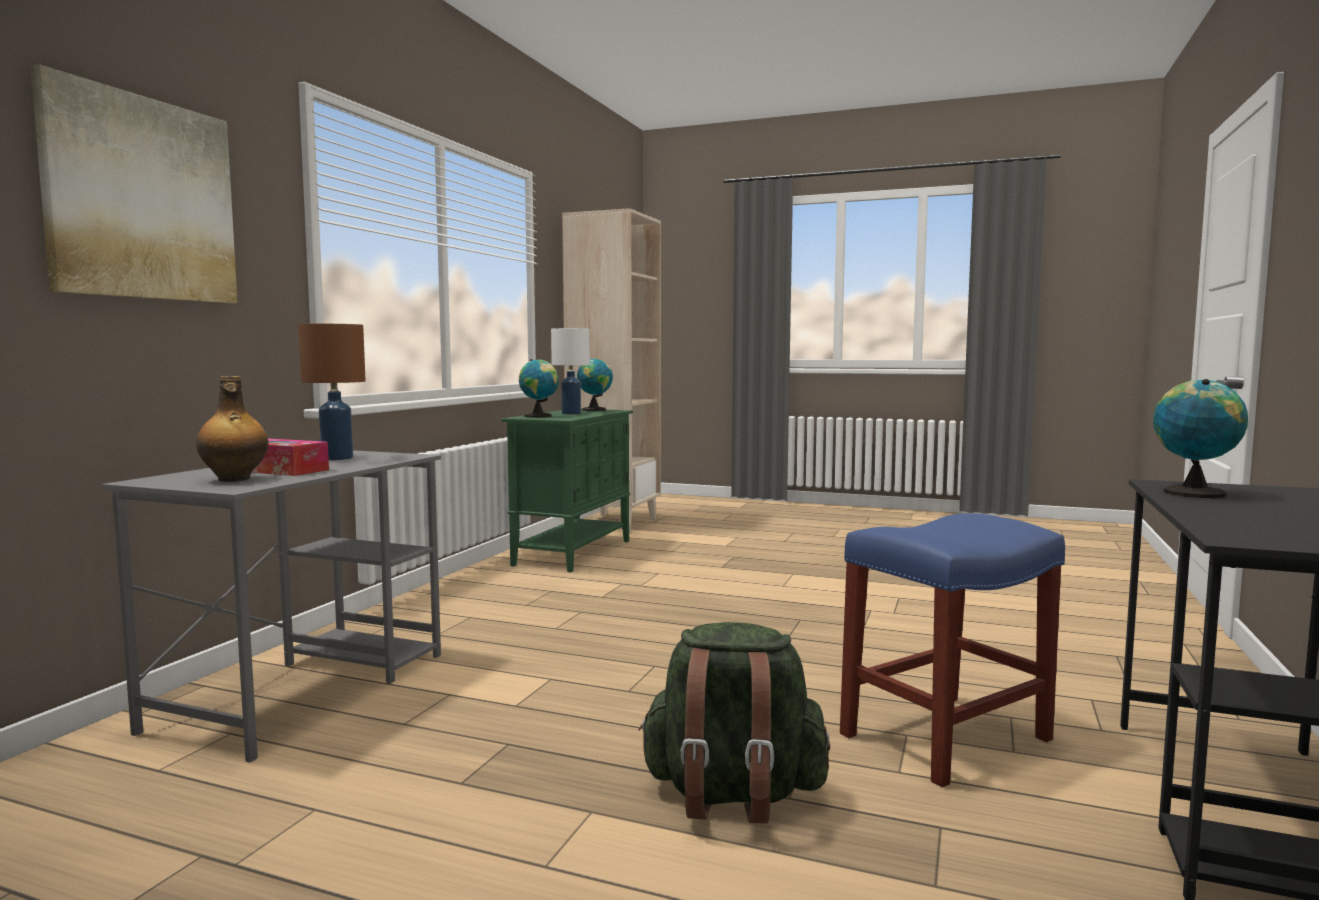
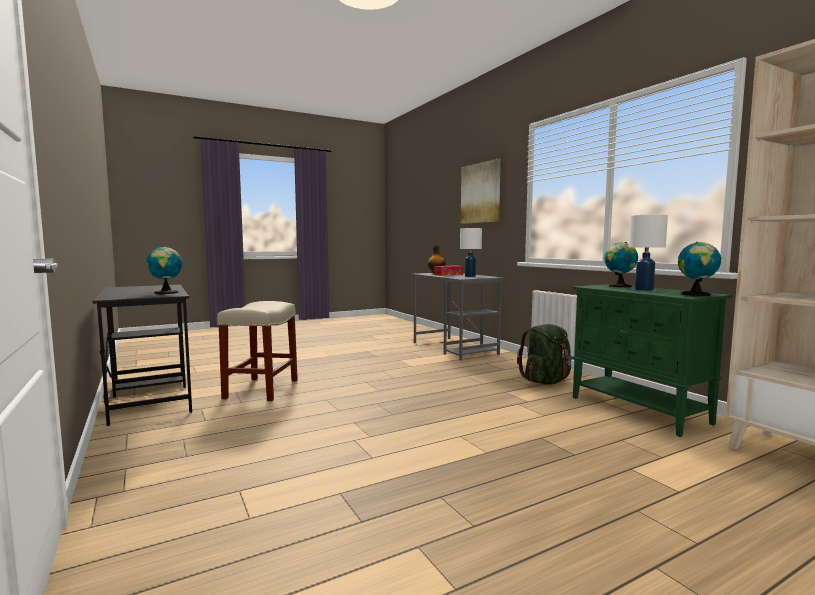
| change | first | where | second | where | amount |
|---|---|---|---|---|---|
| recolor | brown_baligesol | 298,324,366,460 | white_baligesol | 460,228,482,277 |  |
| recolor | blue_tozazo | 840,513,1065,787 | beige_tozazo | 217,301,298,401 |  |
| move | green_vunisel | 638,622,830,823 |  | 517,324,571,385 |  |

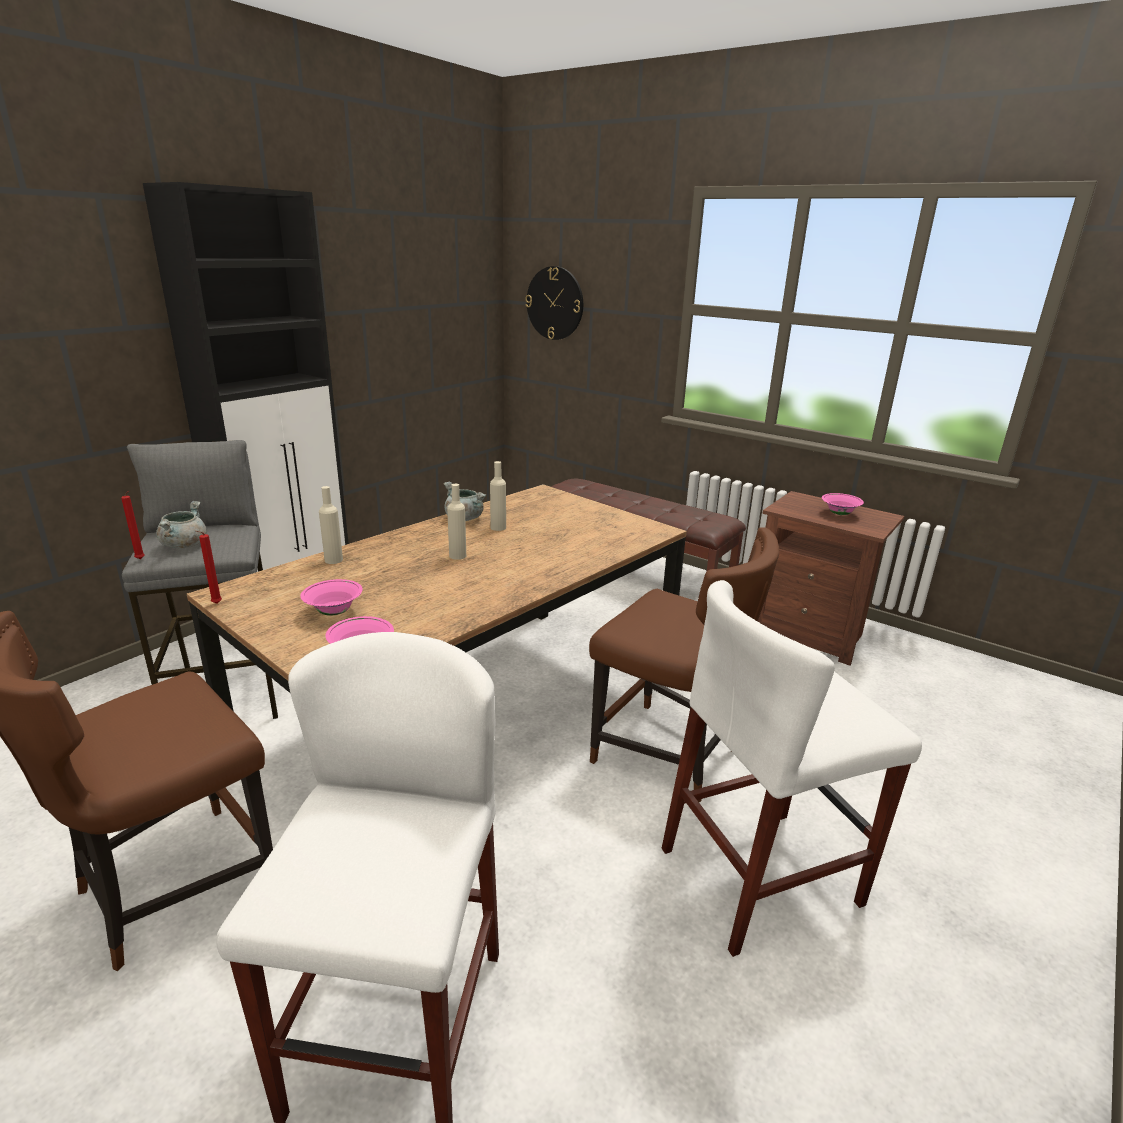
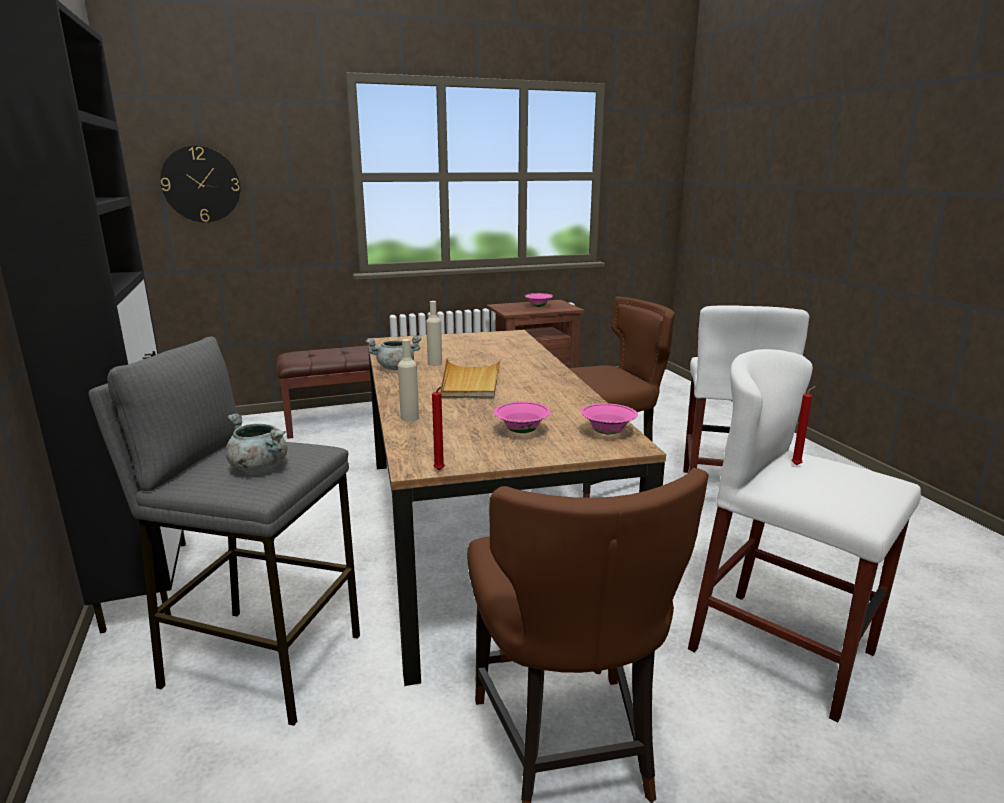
| change | first | where | second | where | amount |
|---|---|---|---|---|---|
| replace | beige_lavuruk | 447,484,466,560 | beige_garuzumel | 440,358,501,399 |  |
| move | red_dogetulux | 121,491,144,559 |  | 791,386,816,465 |  |

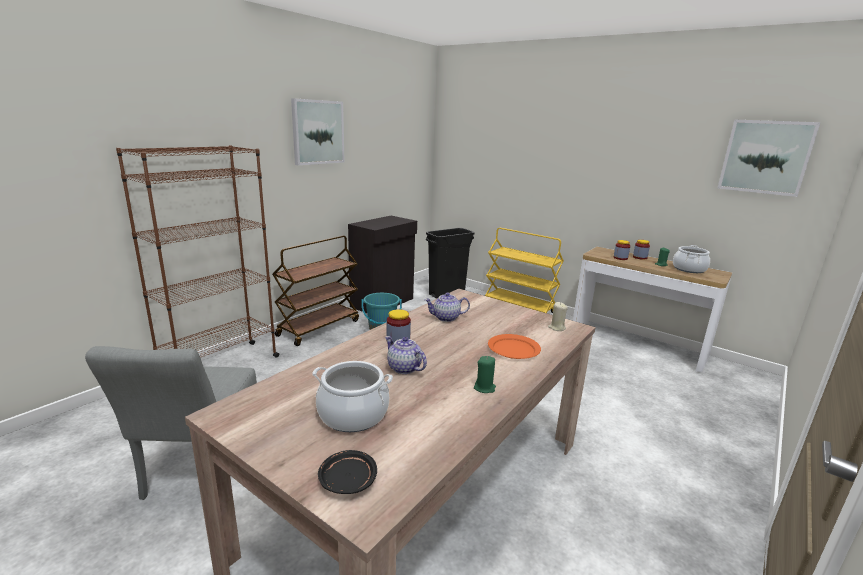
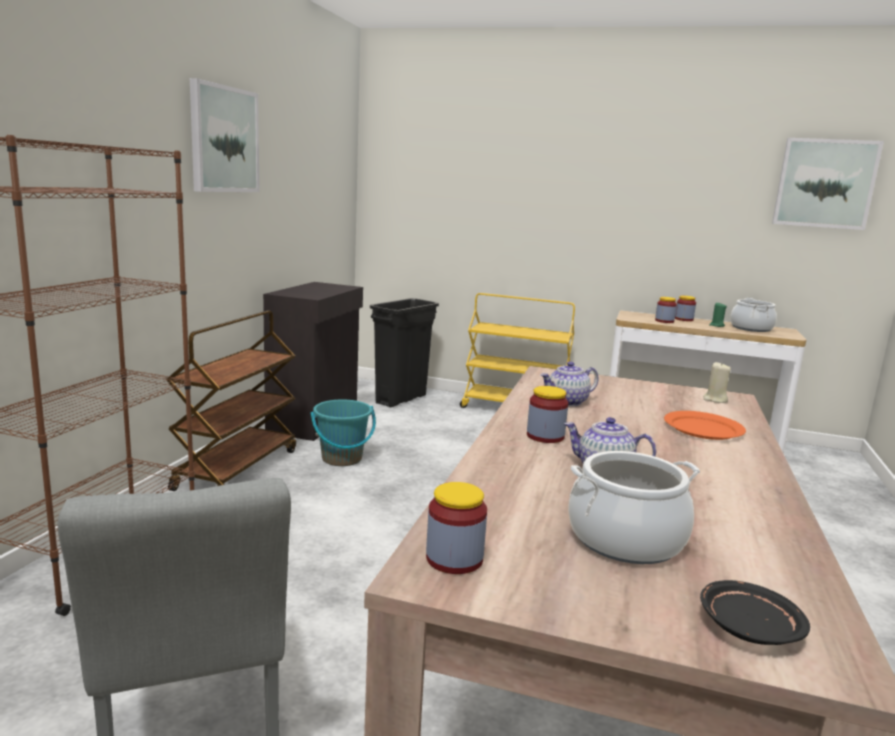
| change | first | where | second | where | amount |
|---|---|---|---|---|---|
| delete | green_dogetulux | 474,356,496,393 |  |  |  |
| insert |  |  | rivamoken | 426,482,487,574 |  |

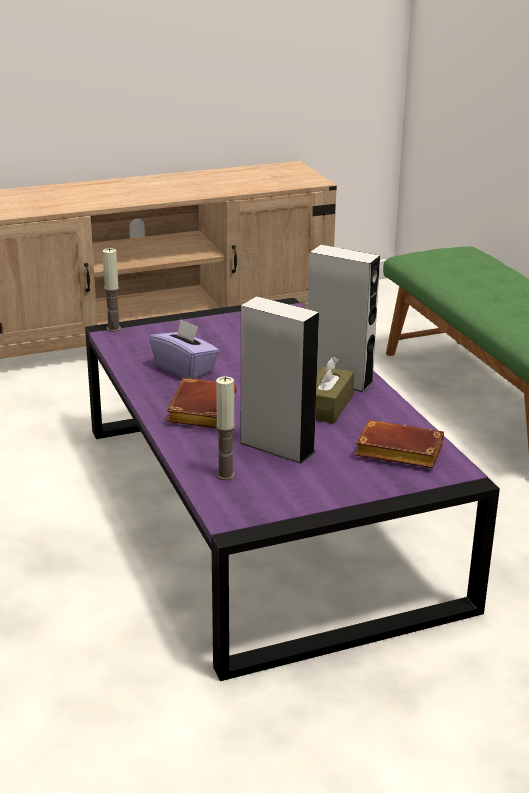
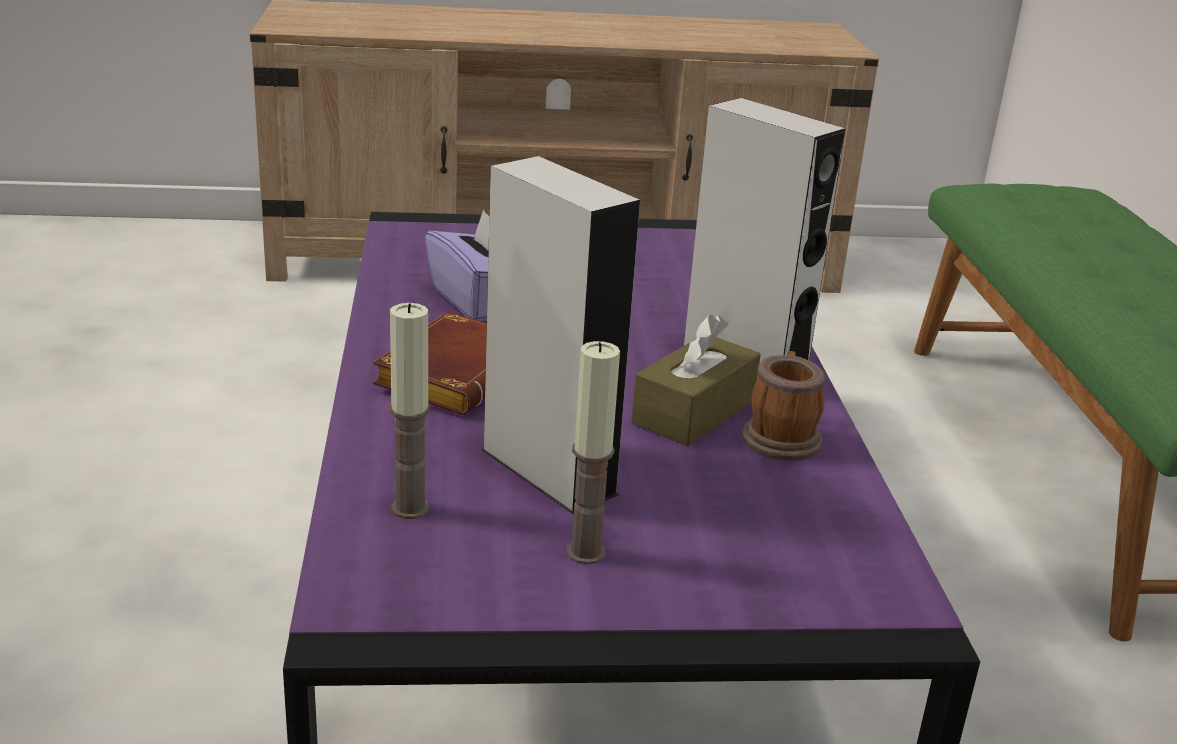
| change | first | where | second | where | amount |
|---|---|---|---|---|---|
| move | dogetulux | 103,248,121,332 |  | 566,341,620,565 |  |
| delete | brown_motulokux | 355,420,444,468 |  |  |  |
| insert |  |  | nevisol | 742,351,825,461 |  |

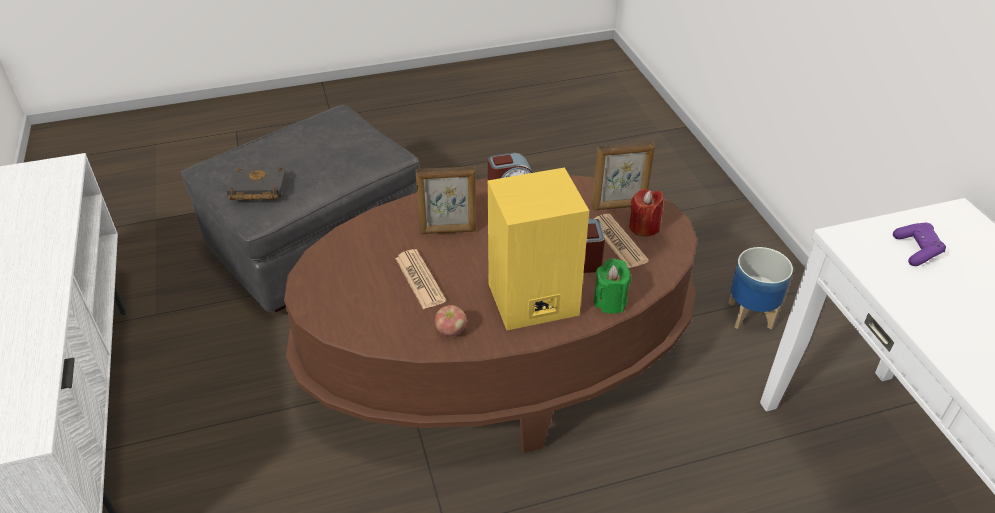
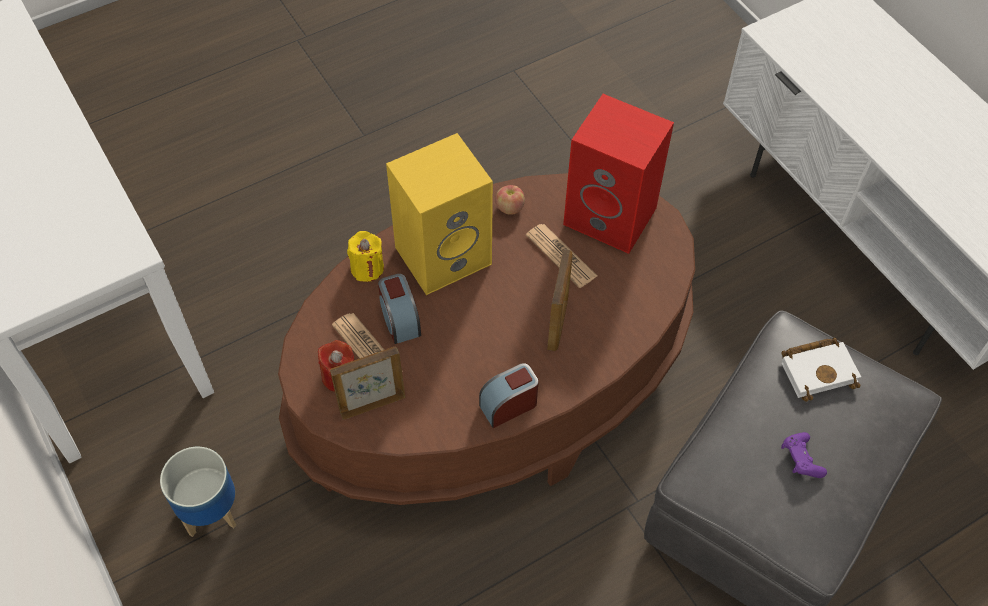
| change | first | where | second | where | amount |
|---|---|---|---|---|---|
| rotate | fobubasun | 416,166,476,234 |  | 547,249,572,351 | 120 degrees clockwise |
| recolor | black_motulokux | 226,168,287,200 | white_motulokux | 781,338,861,402 |  |
| move | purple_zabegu | 893,223,946,266 |  | 781,432,827,478 |  |
| recolor | green_dogetulux | 594,259,631,314 | yellow_dogetulux | 347,231,384,282 |  |
| insert |  |  | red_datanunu | 563,94,674,254 |  |

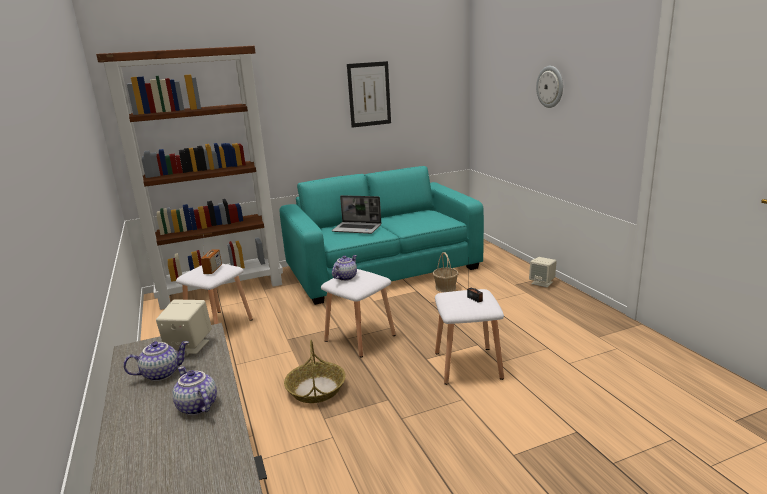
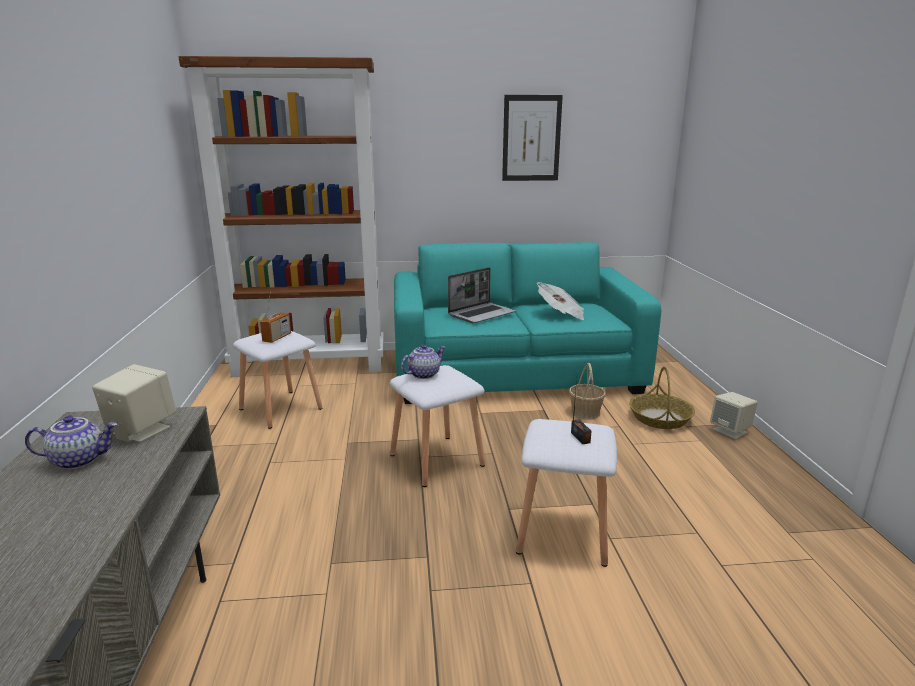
| change | first | where | second | where | amount |
|---|---|---|---|---|---|
| delete | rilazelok | 536,66,563,108 |  |  |  |
| rotate | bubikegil | 332,195,381,234 |  | 448,267,516,323 | 75 degrees counterclockwise |
| move | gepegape | 284,340,346,403 |  | 629,367,695,429 |  |
| delete | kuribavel | 172,366,217,415 |  |  |  |
| insert |  |  | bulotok | 537,282,584,320 |  |

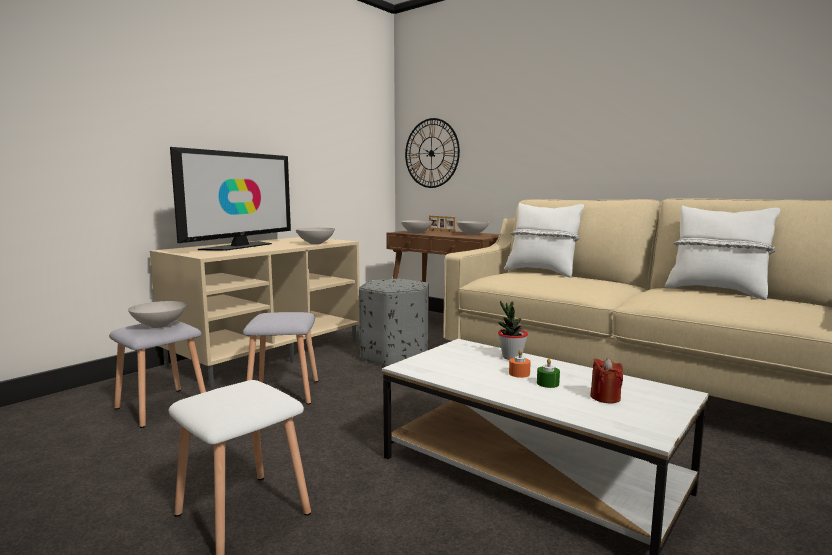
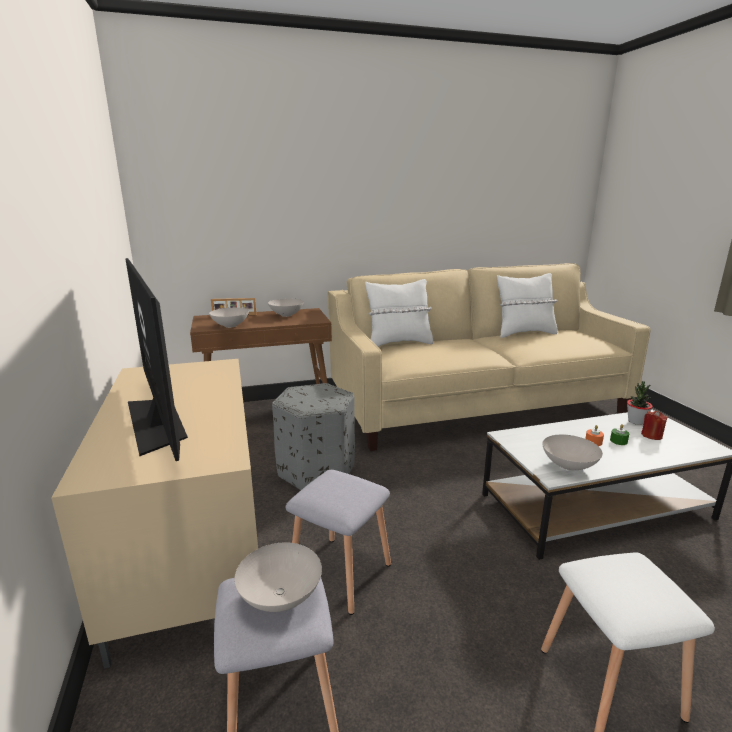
| change | first | where | second | where | amount |
|---|---|---|---|---|---|
| delete | rilazelok | 405,118,460,188 |  |  |  |
| move | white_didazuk | 296,228,335,244 |  | 542,435,603,471 |  |
| move | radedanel | 498,300,528,360 |  | 627,381,653,425 |  |

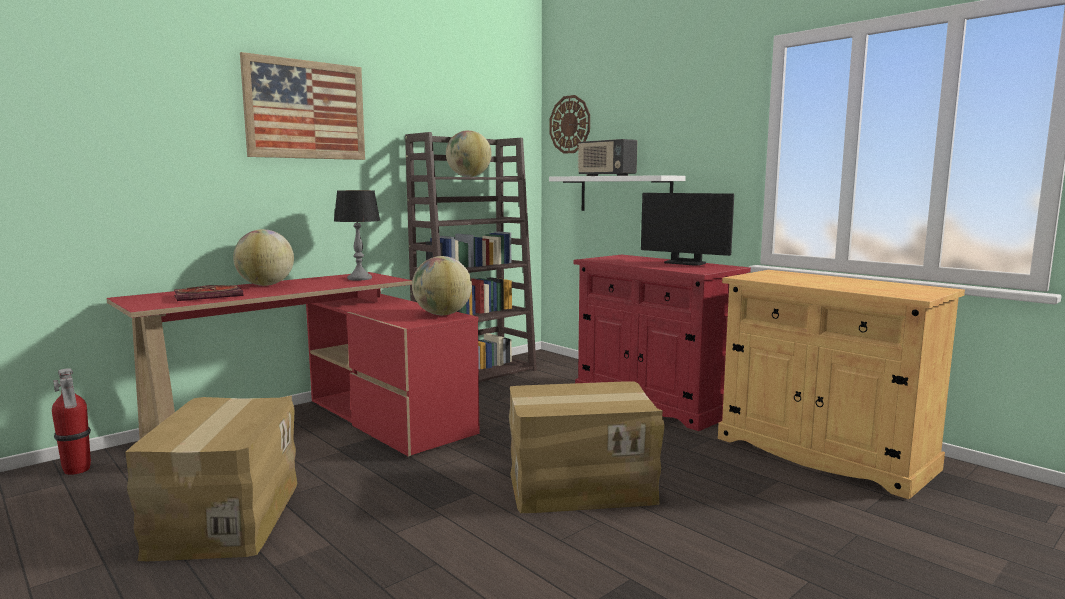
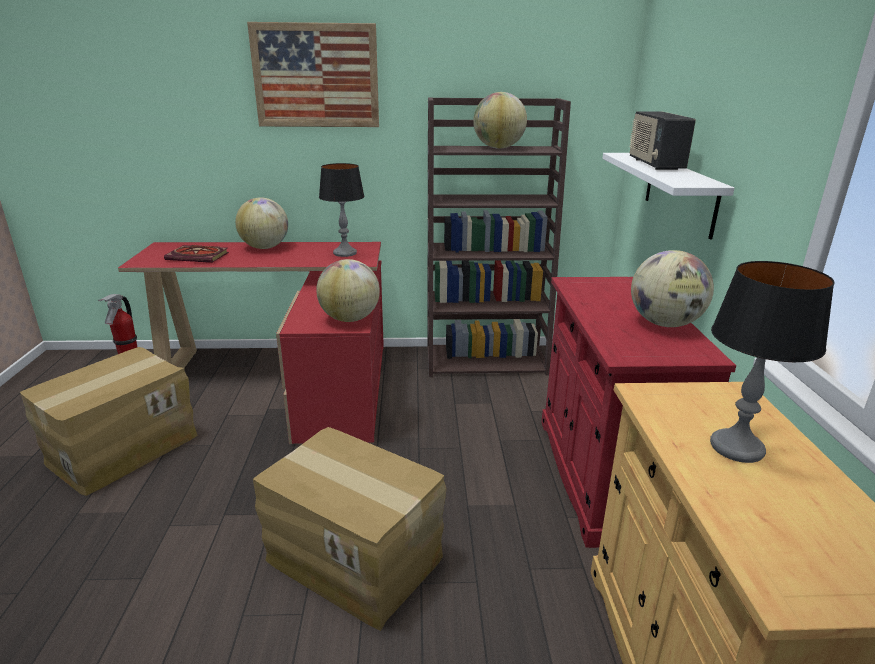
| change | first | where | second | where | amount |
|---|---|---|---|---|---|
| delete | rilazelok | 550,95,590,154 |  |  |  |
| replace | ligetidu | 641,193,734,266 | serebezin | 631,250,714,327 |  |
| insert |  |  | baligesol | 710,261,835,463 |  |

